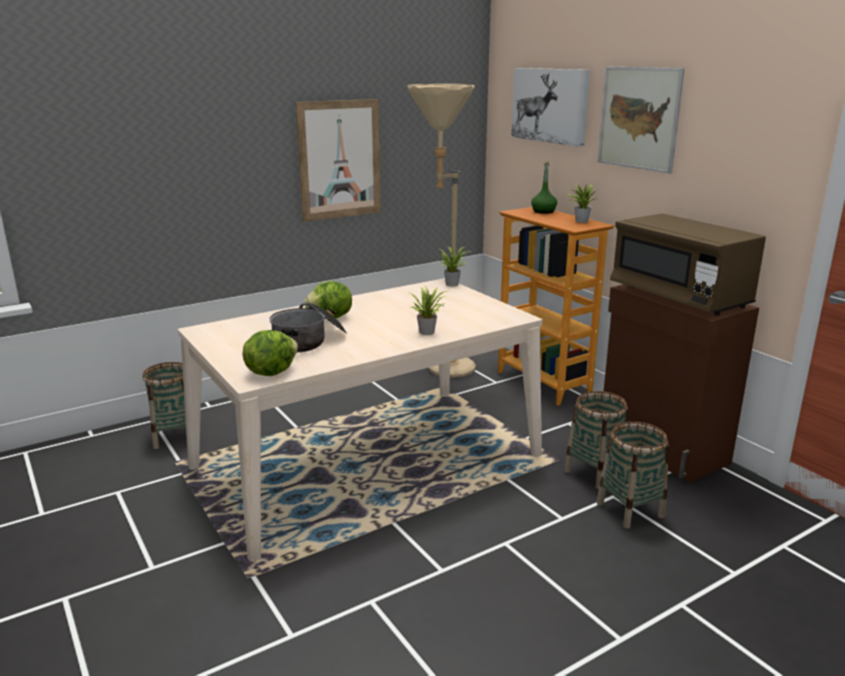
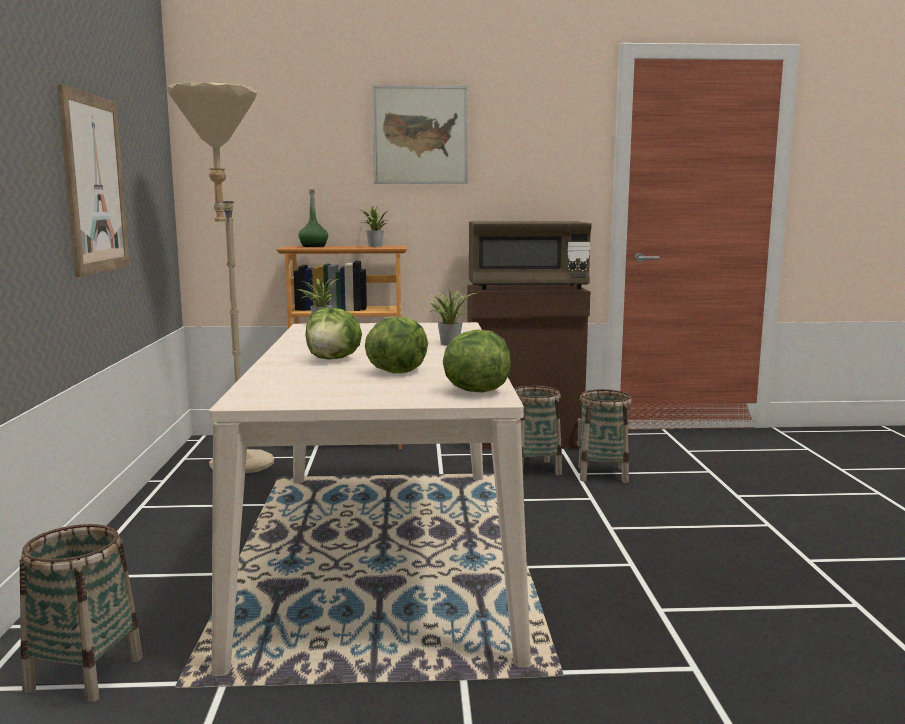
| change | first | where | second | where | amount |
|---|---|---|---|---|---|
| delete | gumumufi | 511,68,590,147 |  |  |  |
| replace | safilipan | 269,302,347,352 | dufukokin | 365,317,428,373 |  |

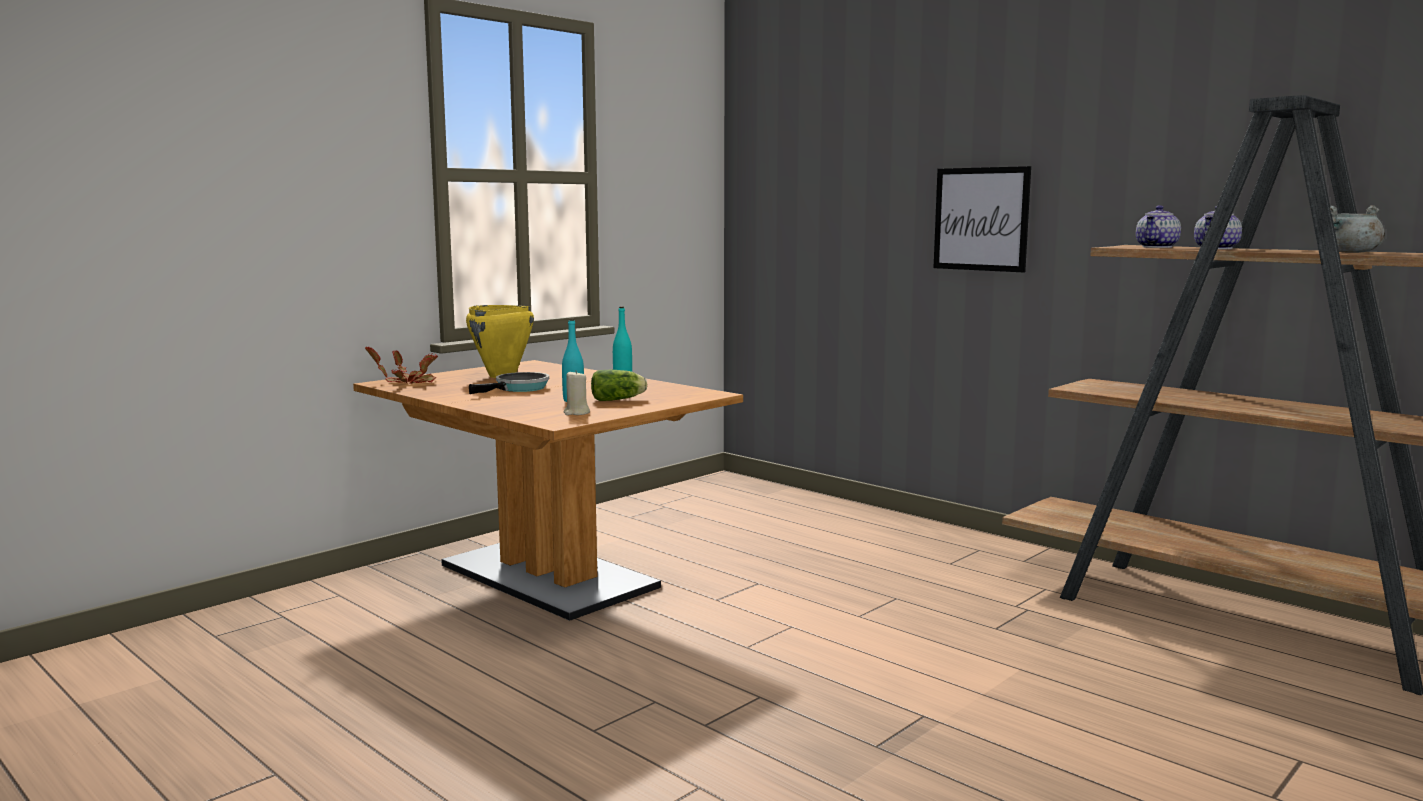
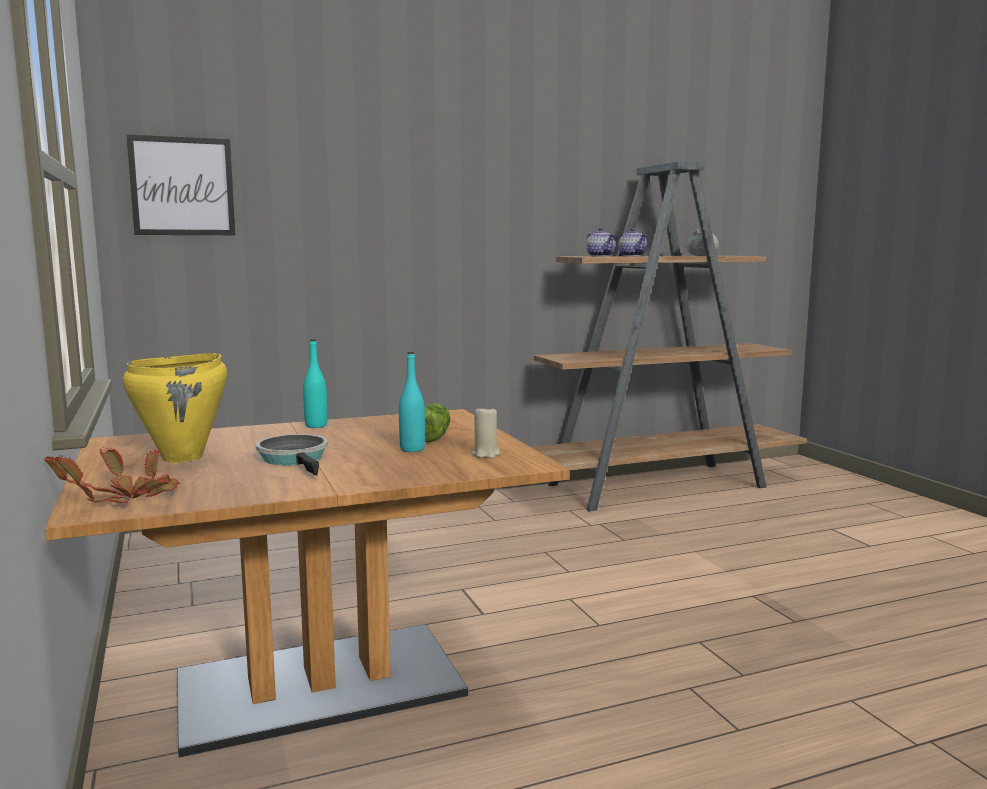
| change | first | where | second | where | amount |
|---|---|---|---|---|---|
| move | gumumufi | 934,166,1031,273 |  | 126,134,235,235 |  |

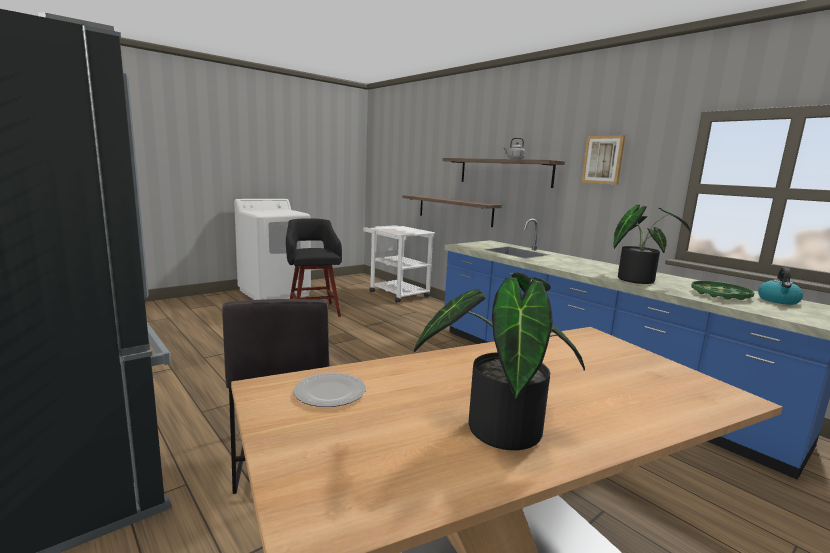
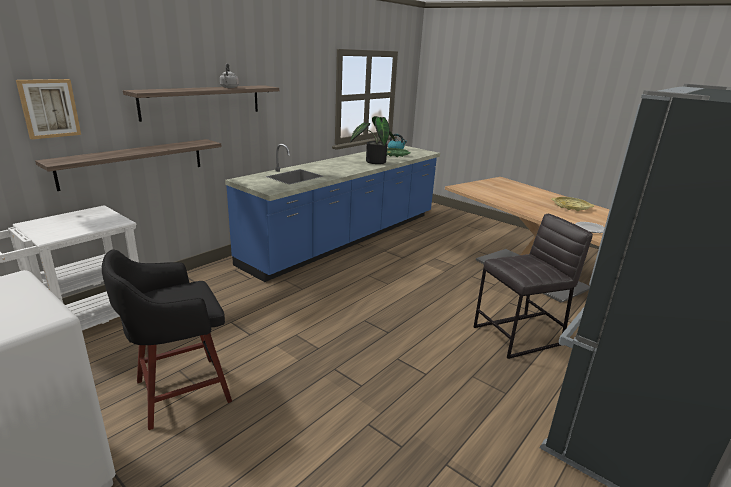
| change | first | where | second | where | amount |
|---|---|---|---|---|---|
| move | gumumufi | 581,135,625,184 |  | 16,79,81,140 |  |
| replace | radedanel | 414,272,585,450 | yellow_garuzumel | 551,197,594,211 |  |

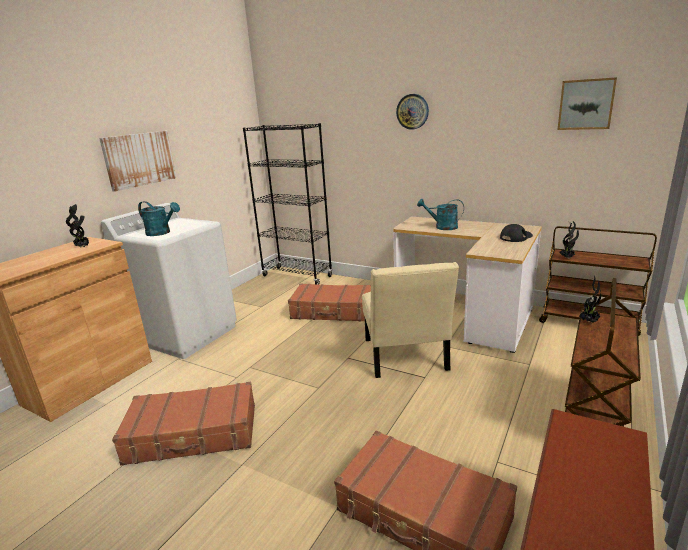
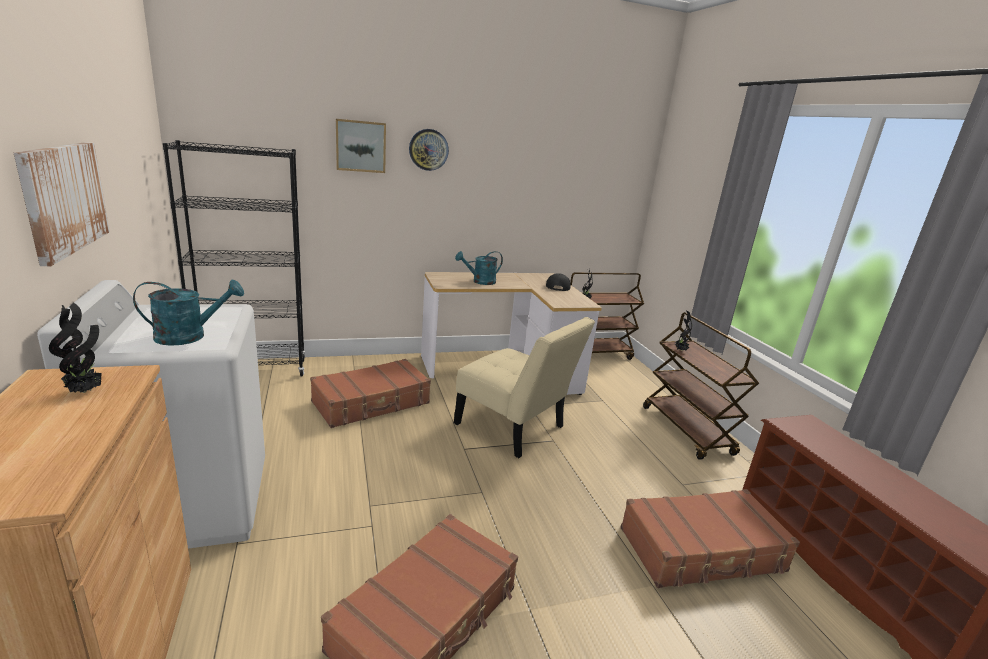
| change | first | where | second | where | amount |
|---|---|---|---|---|---|
| move | gumumufi | 557,77,617,130 |  | 336,119,386,173 |  |

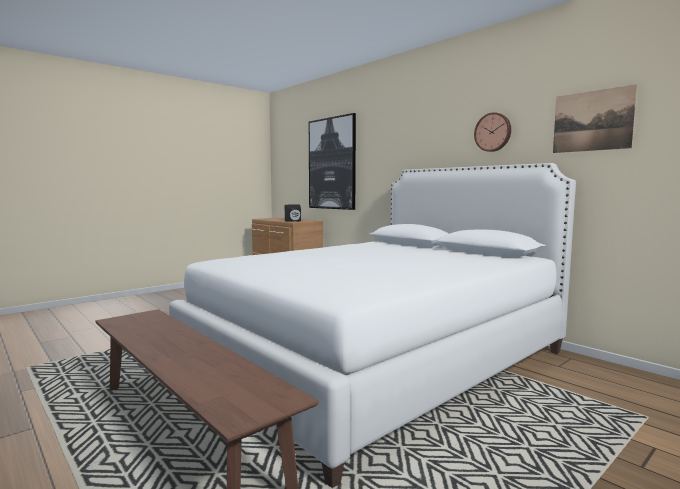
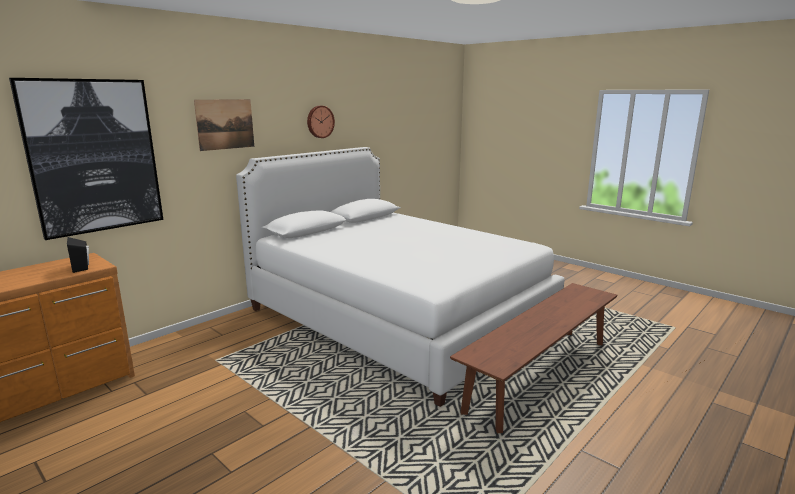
| change | first | where | second | where | amount |
|---|---|---|---|---|---|
| move | gumumufi | 553,84,637,153 |  | 194,99,254,151 |  |

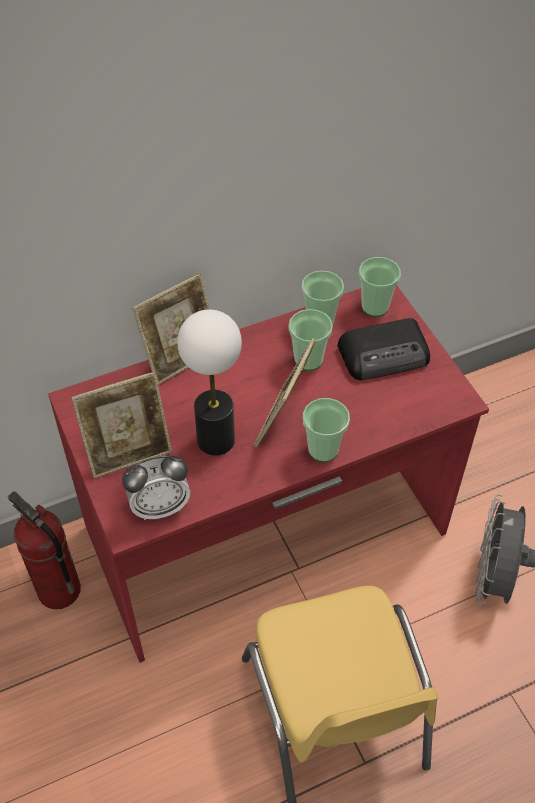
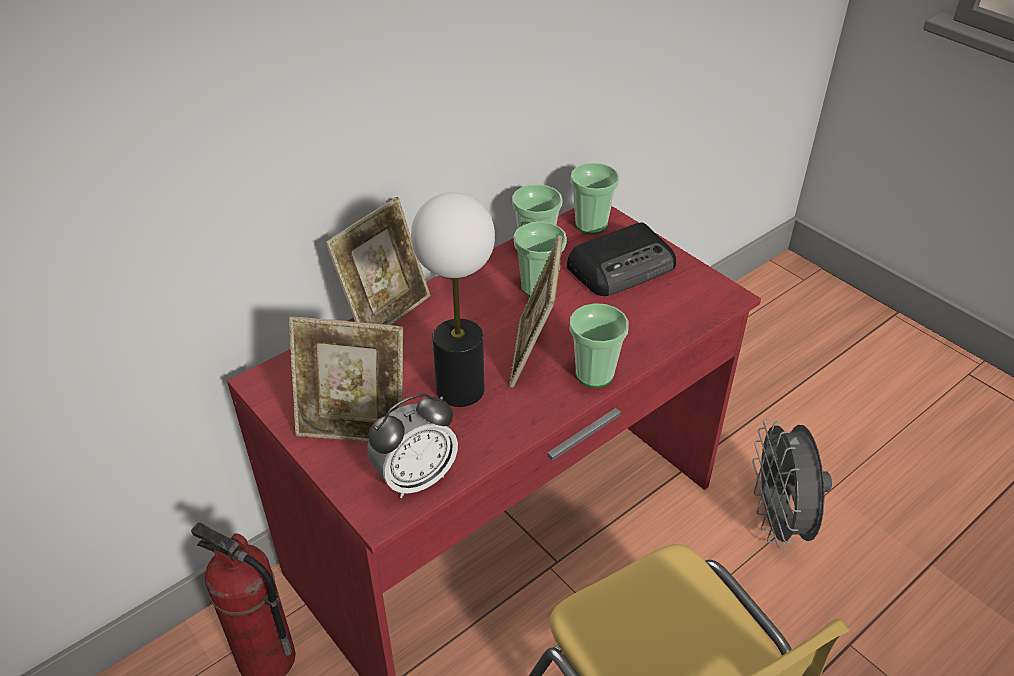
| change | first | where | second | where | amount |
|---|---|---|---|---|---|
| rotate | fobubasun | 71,371,172,478 |  | 289,316,403,442 | 45 degrees clockwise |

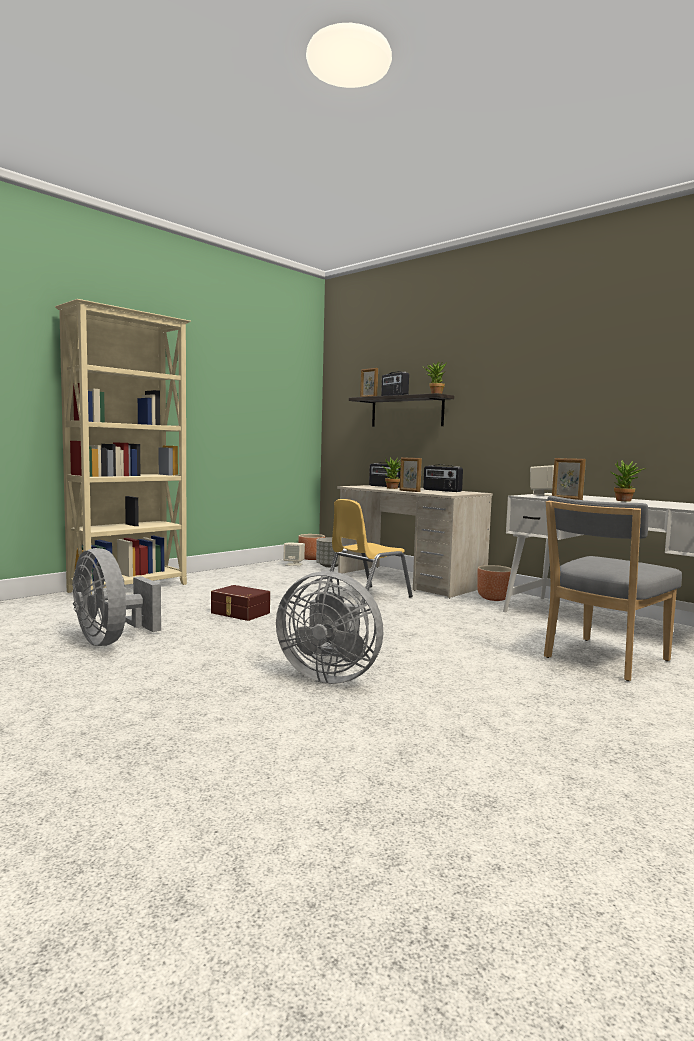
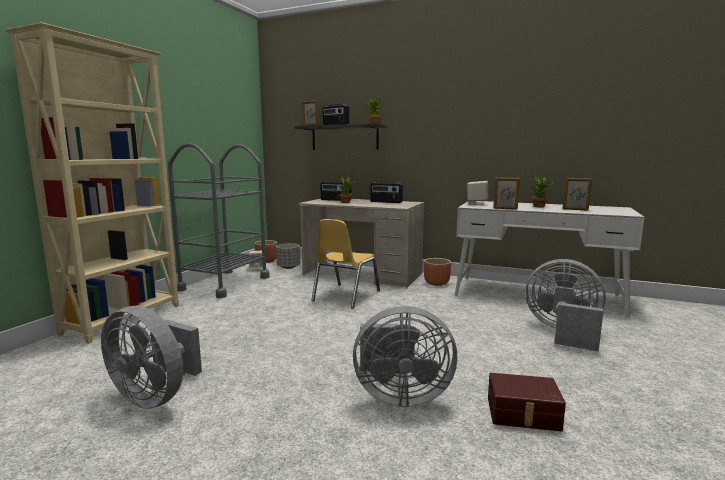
| change | first | where | second | where | amount |
|---|---|---|---|---|---|
| move | fobubasun | 400,457,422,492 |  | 563,178,592,211 |  |
| replace | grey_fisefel | 544,496,682,681 | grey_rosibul | 525,259,606,352 |  |
| move | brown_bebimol | 211,585,270,621 |  | 488,373,566,431 |  |
| insert |  |  | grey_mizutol | 168,143,269,298 |  |

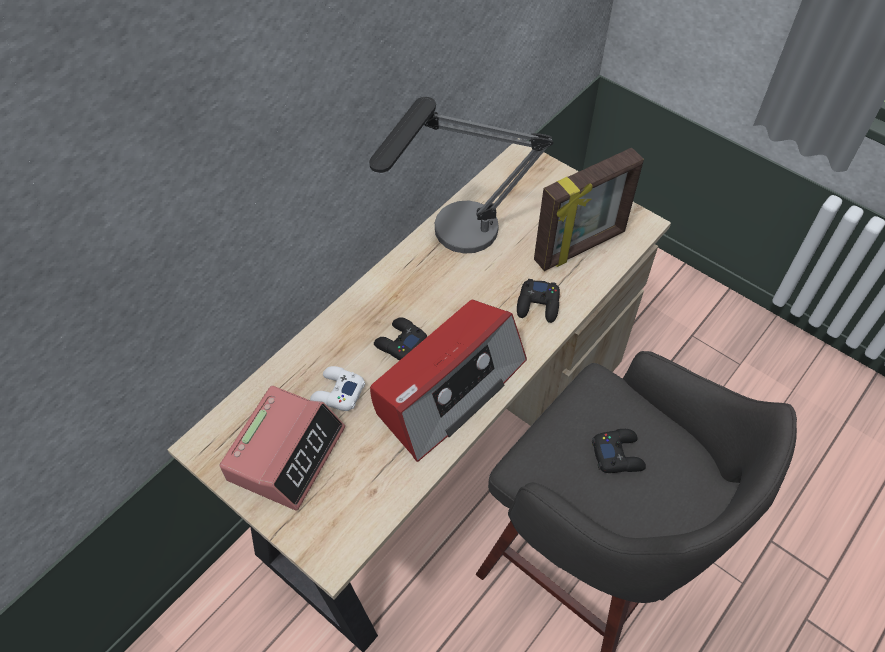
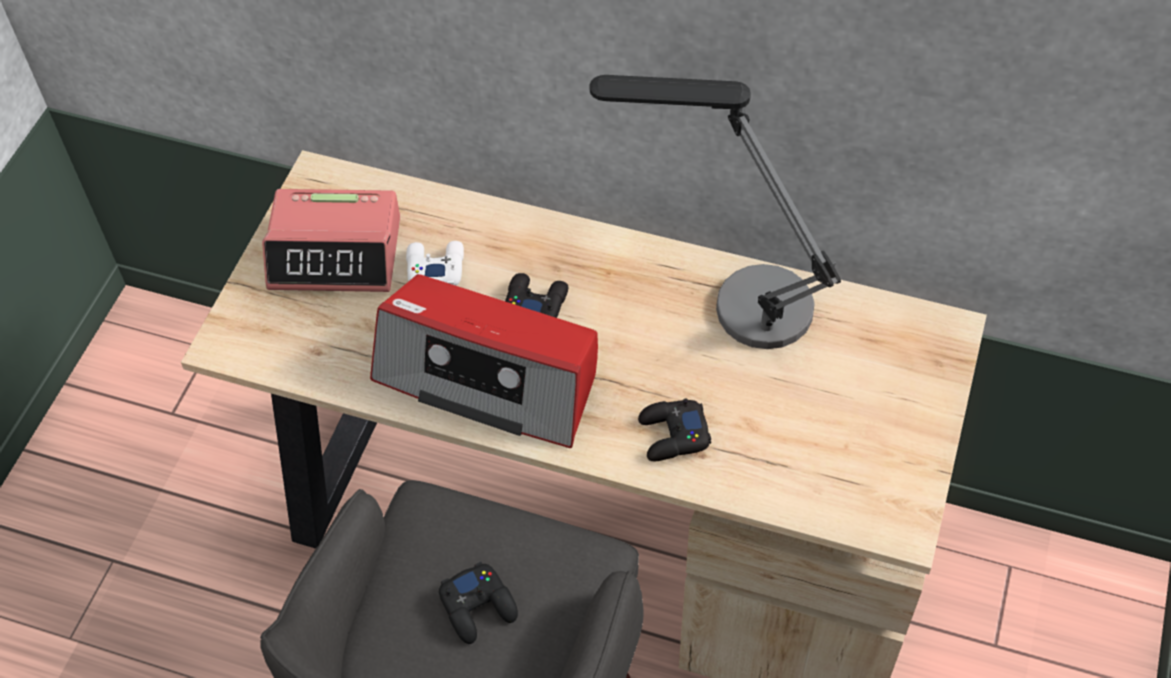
| change | first | where | second | where | amount |
|---|---|---|---|---|---|
| delete | fobubasun | 534,148,644,271 |  |  |  |

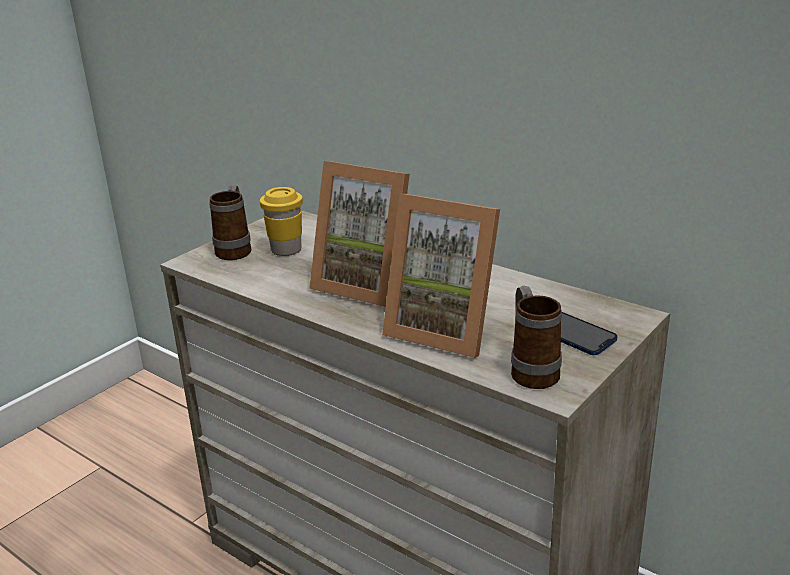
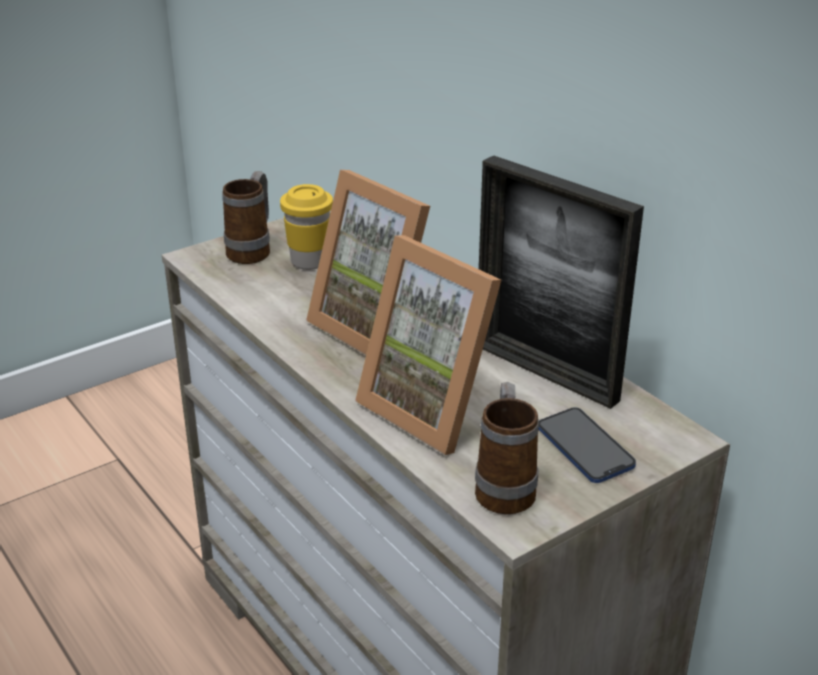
| change | first | where | second | where | amount |
|---|---|---|---|---|---|
| insert |  |  | fobubasun | 479,155,644,409 |  |

